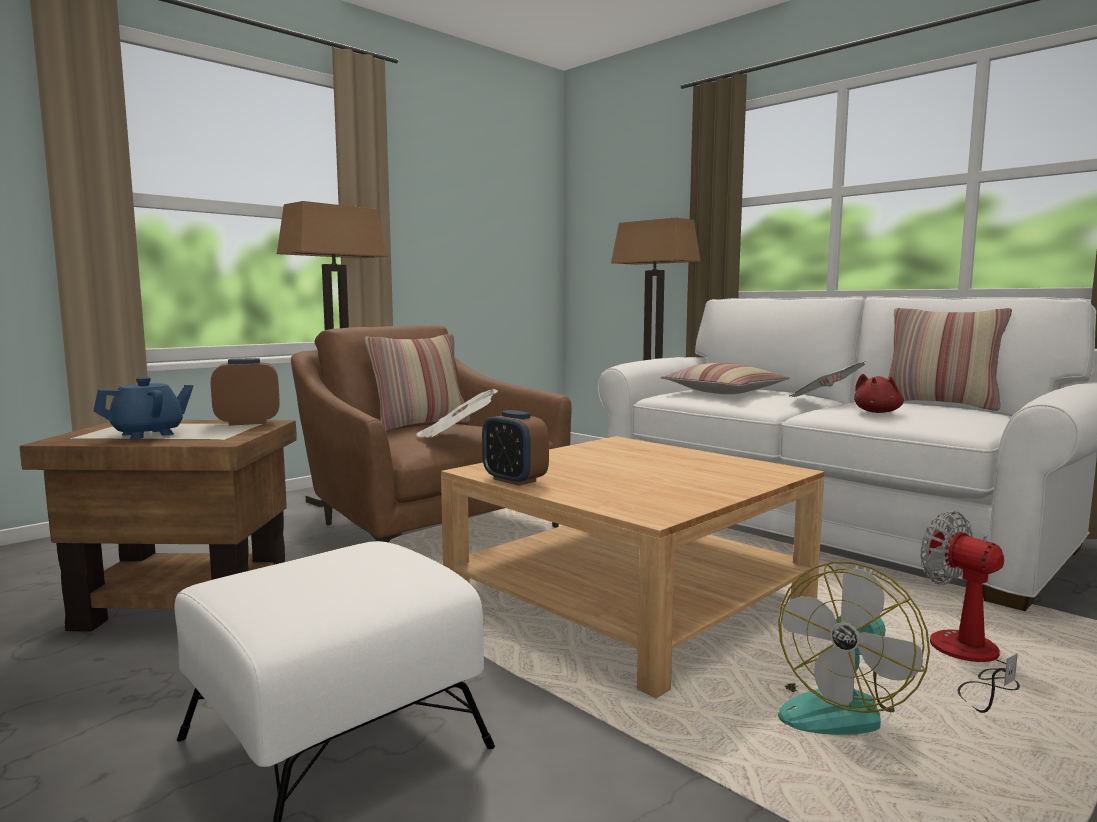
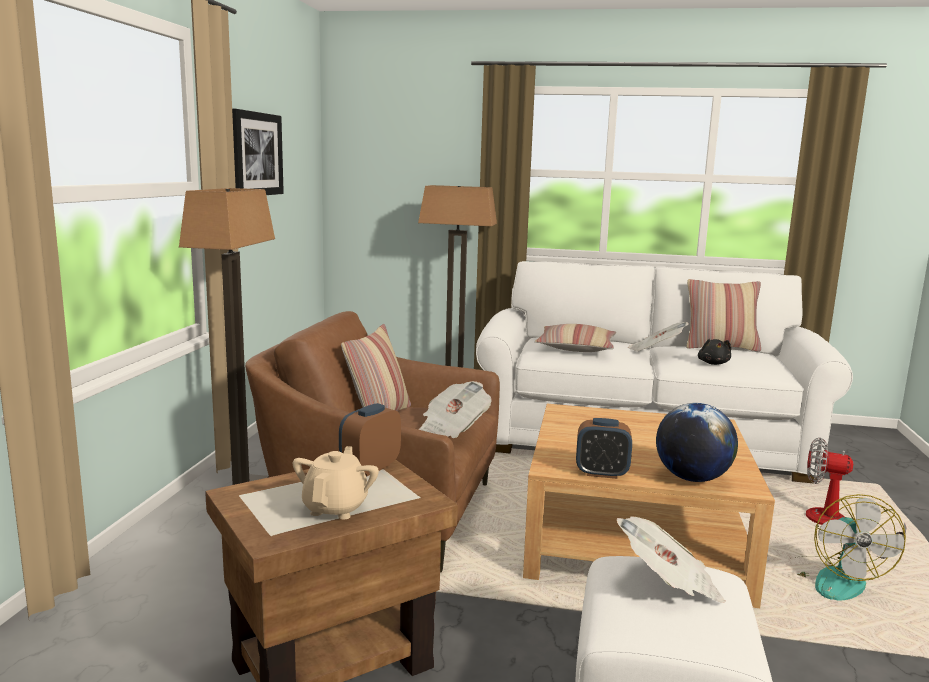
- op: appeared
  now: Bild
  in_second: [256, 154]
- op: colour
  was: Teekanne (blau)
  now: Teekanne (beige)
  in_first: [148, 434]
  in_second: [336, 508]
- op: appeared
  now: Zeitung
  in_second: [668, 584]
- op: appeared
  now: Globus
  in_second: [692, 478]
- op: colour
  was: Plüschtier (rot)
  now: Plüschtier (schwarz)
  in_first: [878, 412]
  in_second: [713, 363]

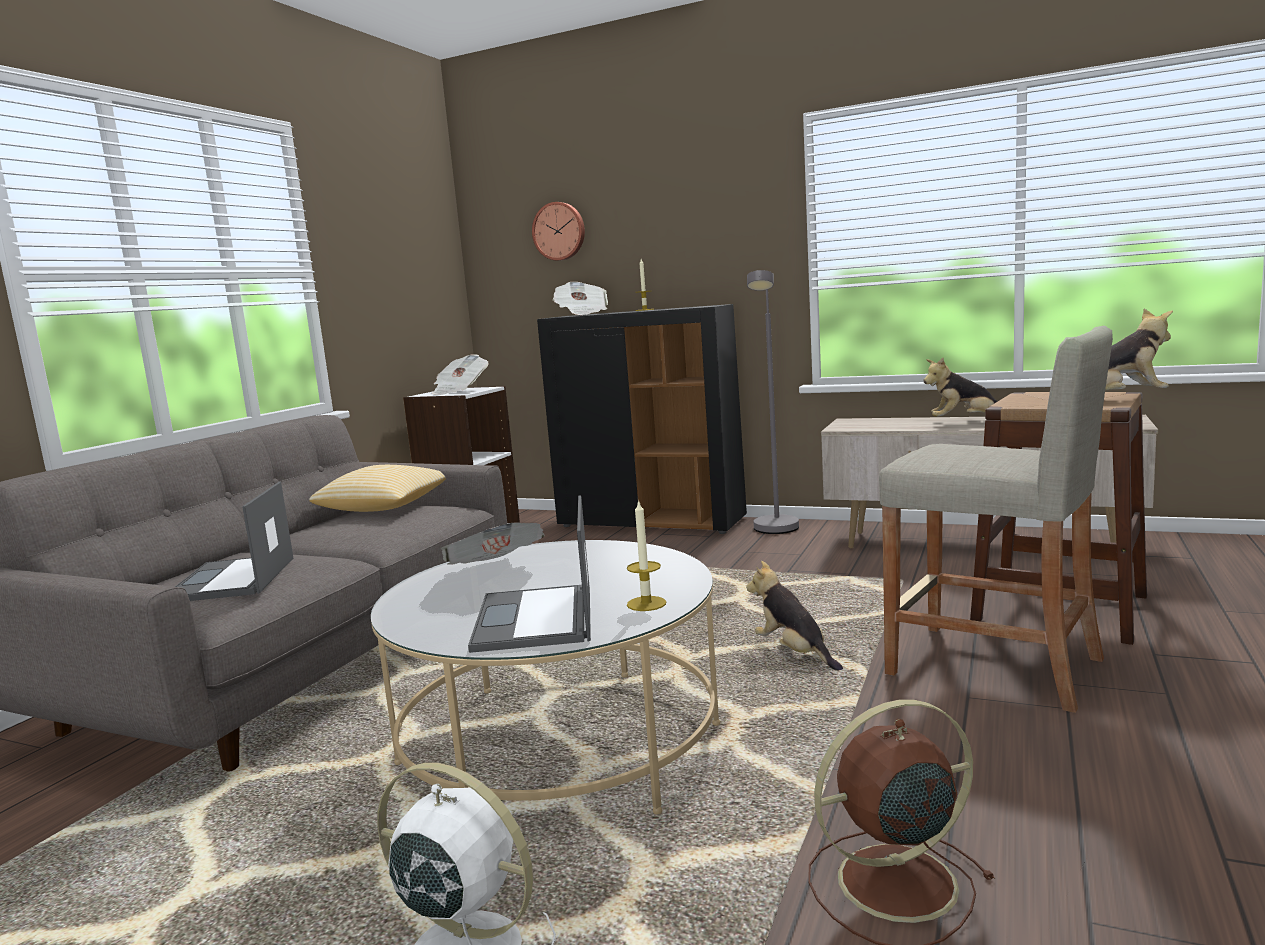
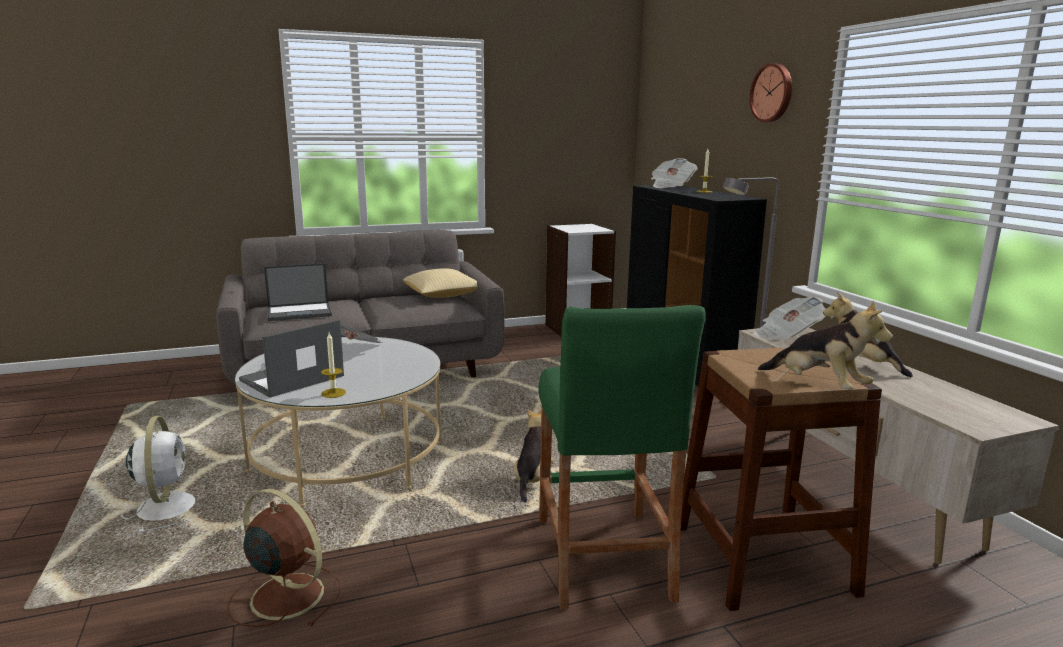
- op: spun
  was: Laptop
  in_first: [232, 580]
  in_second: [300, 312]
  clockwise: -150
- op: colour
  was: Hocker (beige)
  now: Hocker (grün)
  in_first: [994, 666]
  in_second: [602, 556]
- op: relocated
  was: Wanduhr
  in_first: [559, 231]
  in_second: [772, 93]
- op: relocated
  was: Zeitung
  in_first: [459, 391]
  in_second: [787, 335]

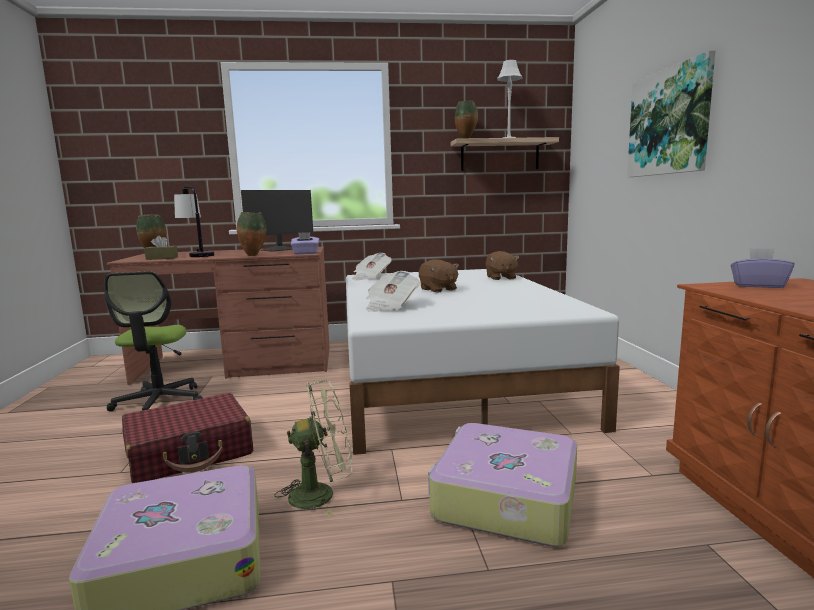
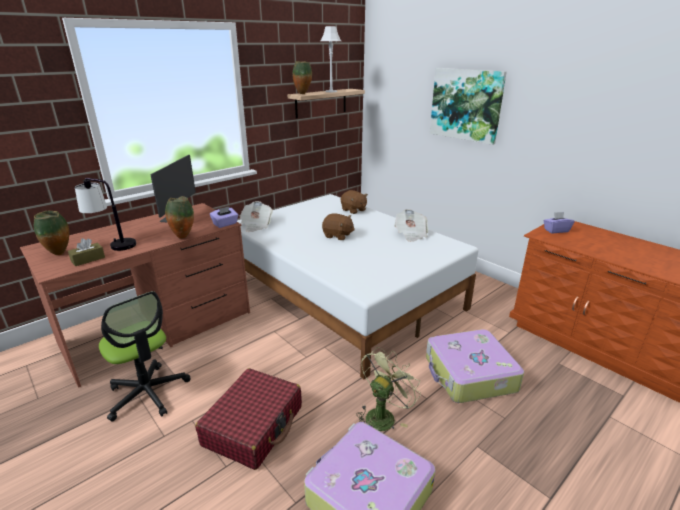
- op: relocated
  was: Zeitung
  in_first: [390, 306]
  in_second: [410, 234]

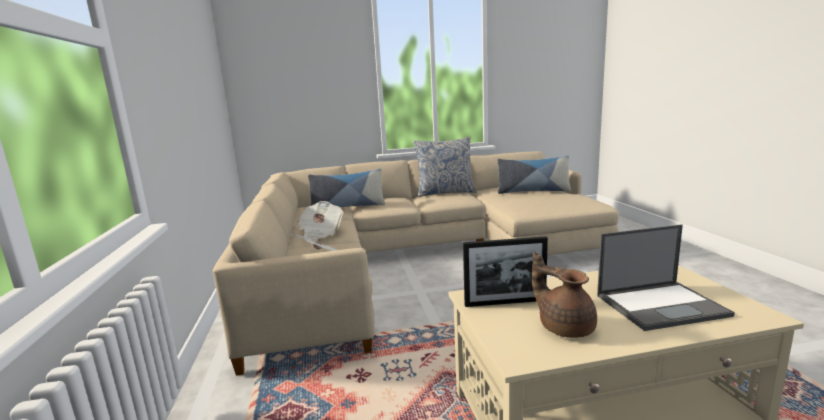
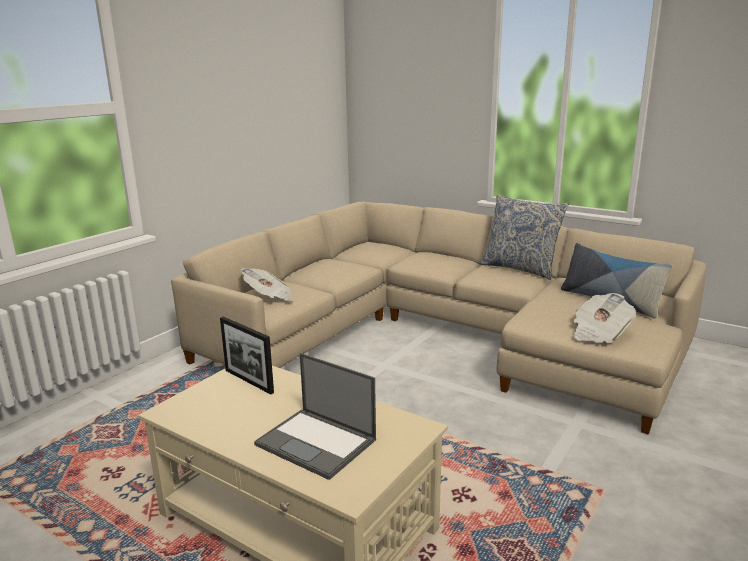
- op: relocated
  was: Zeitung
  in_first: [320, 233]
  in_second: [599, 333]
- op: missing
  was: Kissen
  in_first: [348, 207]
- op: missing
  was: Teekanne (braun)
  in_first: [564, 326]

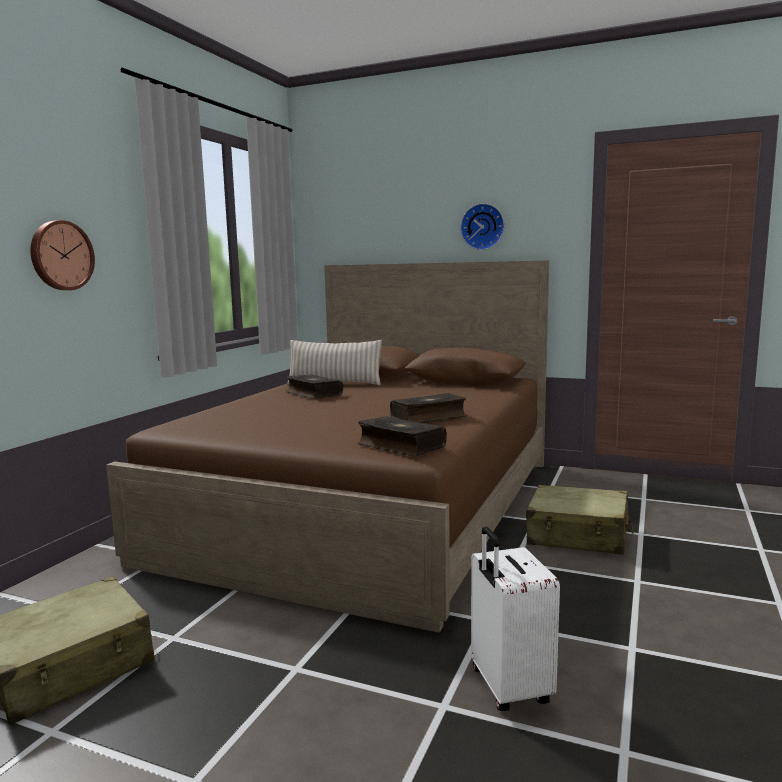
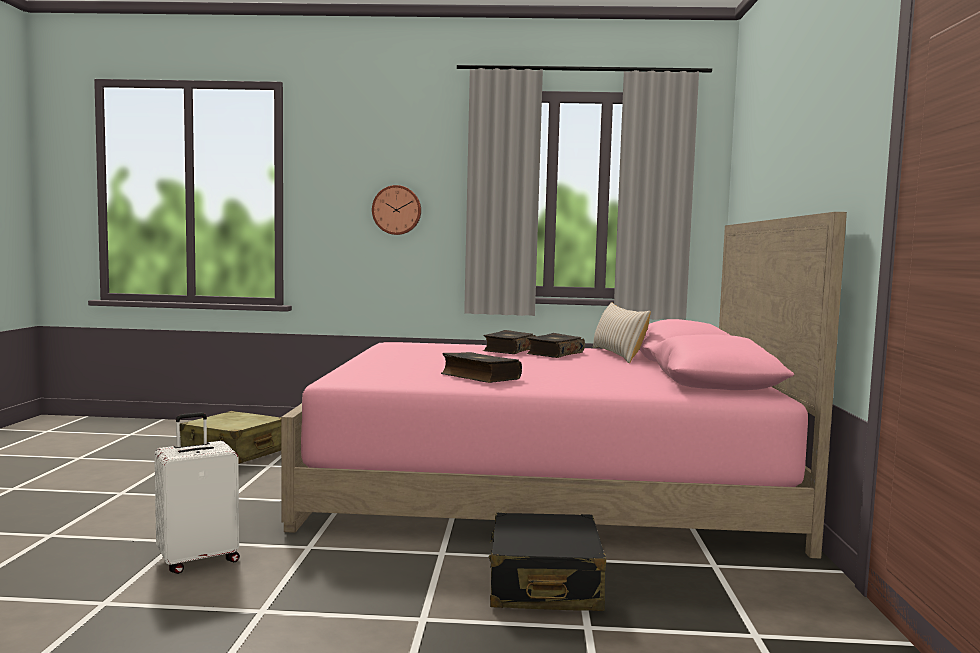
- op: colour
  was: Bett (braun)
  now: Bett (rosa)
  in_first: [371, 506]
  in_second: [543, 485]
- op: relocated
  was: Buch
  in_first: [400, 446]
  in_second: [508, 350]
- op: colour
  was: Koffer (beige)
  now: Koffer (schwarz)
  in_first: [578, 535]
  in_second: [544, 584]
- op: missing
  was: Wanduhr
  in_first: [483, 227]

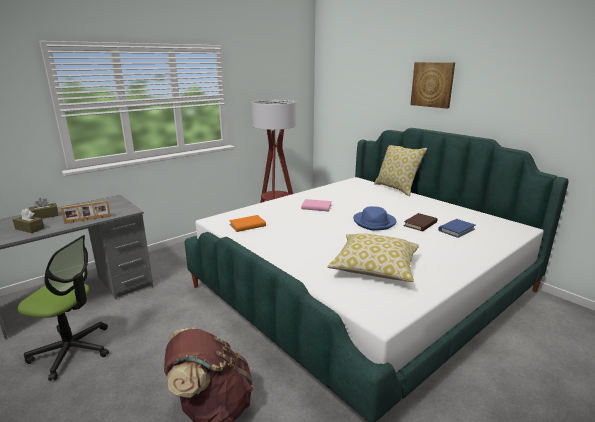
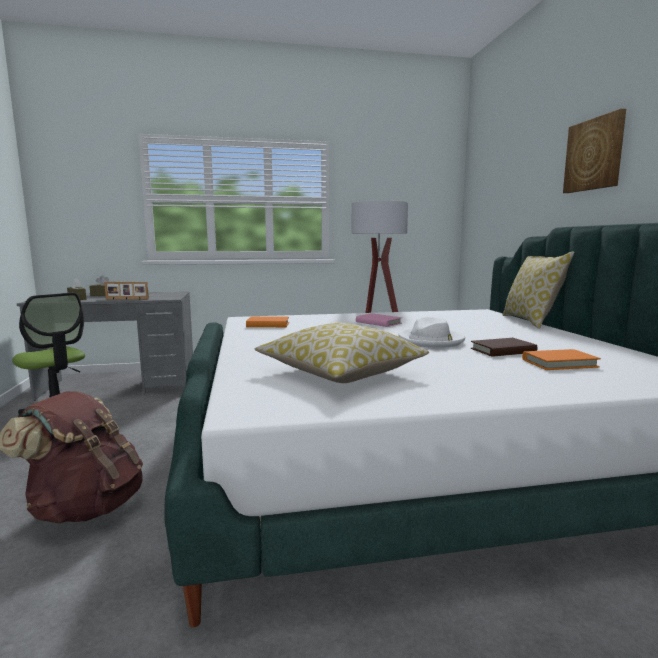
- op: colour
  was: Hut (blau)
  now: Hut (weiß)
  in_first: [374, 222]
  in_second: [431, 341]
- op: colour
  was: Buch (blau)
  now: Buch (orange)
  in_first: [456, 230]
  in_second: [559, 363]

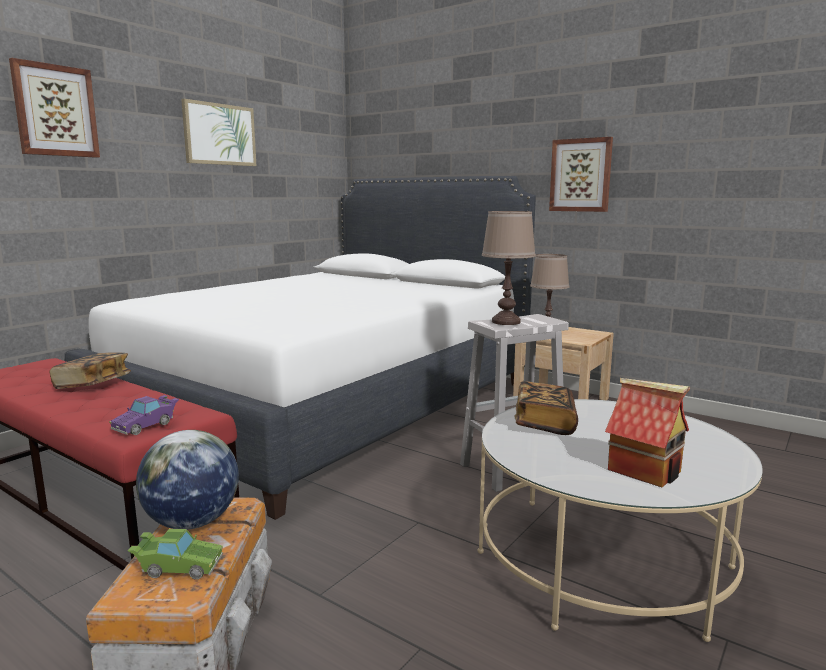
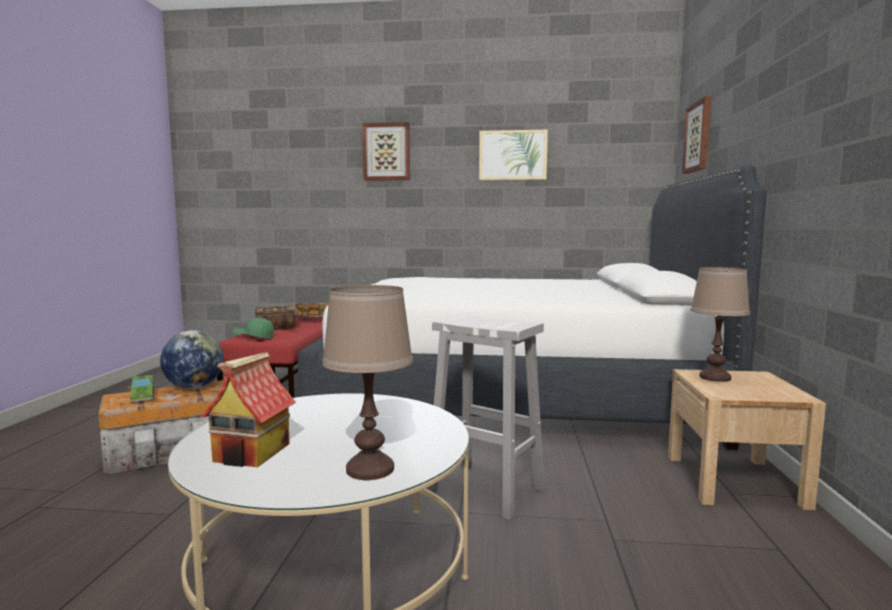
- op: exchanged
  was: Spielzeugauto (lila)
  now: Kappe (grün)
  in_first: [146, 425]
  in_second: [254, 337]
- op: relocated
  was: Buch
  in_first: [544, 423]
  in_second: [276, 327]
- op: relocated
  was: Tischlampe (braun)
  in_first: [505, 322]
  in_second: [369, 469]
- op: relocated
  was: Bild
  in_first: [581, 175]
  in_second: [698, 137]

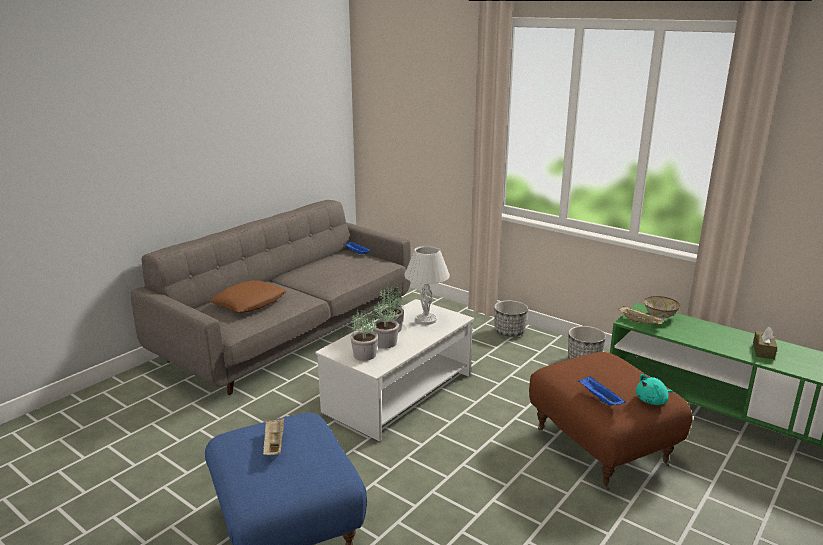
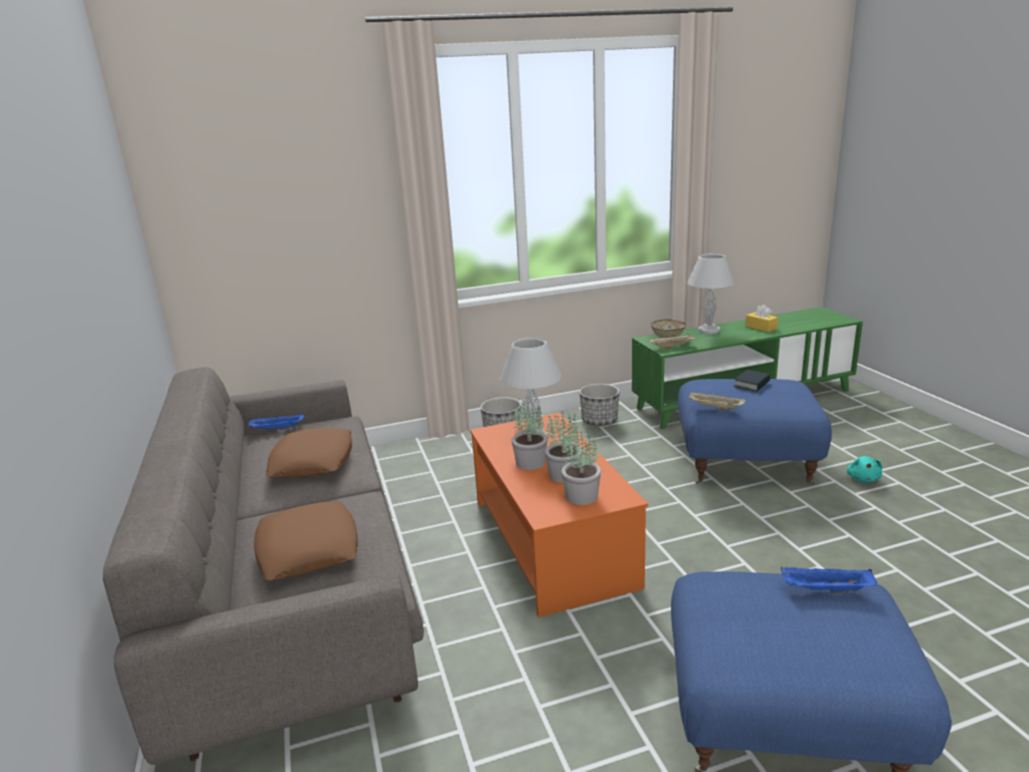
- op: appeared
  now: Kissen (braun)
  in_second: [312, 461]
- op: colour
  was: Couchtisch (weiß)
  now: Couchtisch (orange)
  in_first: [399, 392]
  in_second: [551, 541]
- op: colour
  was: Polsterhocker (braun)
  now: Polsterhocker (blau)
  in_first: [602, 446]
  in_second: [746, 463]
- op: appeared
  now: Tischlampe (weiß)
  in_second: [708, 330]
- op: relocated
  was: Tablett (beige)
  in_first: [274, 444]
  in_second: [714, 408]
- op: appeared
  now: Buch
  in_second: [752, 384]
- op: colour
  was: Taschentuchbox (braun)
  now: Taschentuchbox (gelb)
  in_first: [763, 350]
  in_second: [761, 327]
- op: relocated
  was: Tablett (blau)
  in_first: [599, 398]
  in_second: [825, 590]
- op: relocated
  was: Plüschtier (türkis)
  in_first: [652, 401]
  in_second: [863, 479]

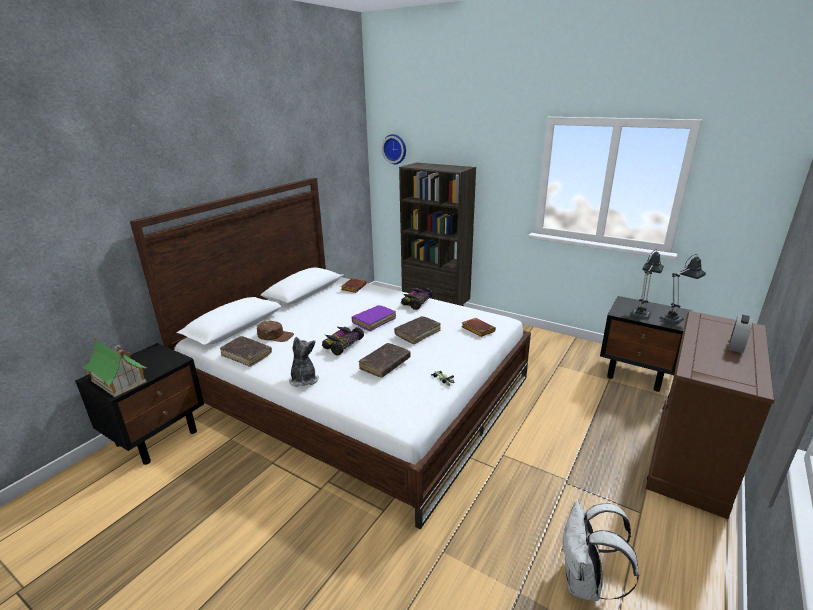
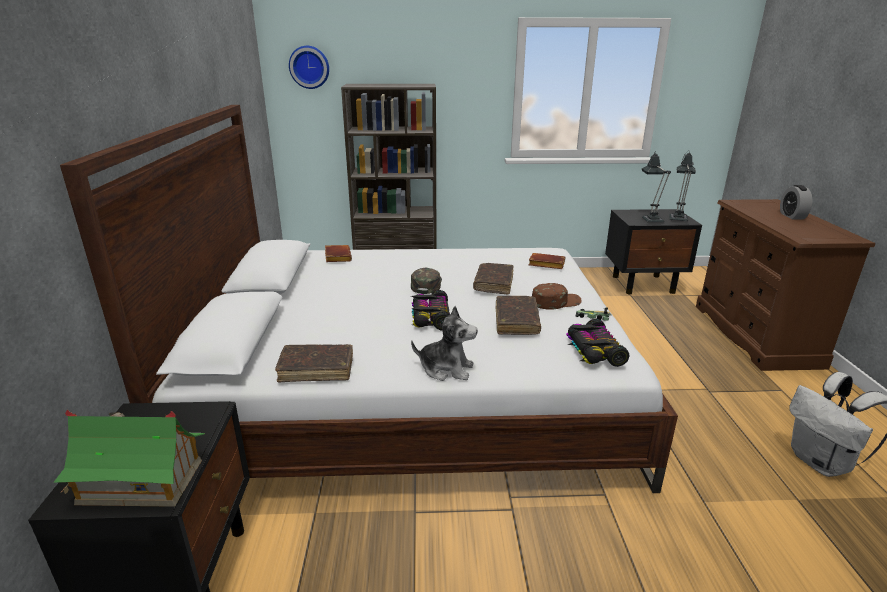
- op: exchanged
  was: Buch (lila)
  now: Kappe (grün)
  in_first: [374, 321]
  in_second: [426, 284]
- op: spun
  was: Plüschtier
  in_first: [303, 379]
  in_second: [446, 369]
  clockwise: 150
- op: relocated
  was: Kappe (braun)
  in_first: [275, 335]
  in_second: [555, 302]
- op: relocated
  was: Spielzeugauto
  in_first: [416, 302]
  in_second: [593, 351]

